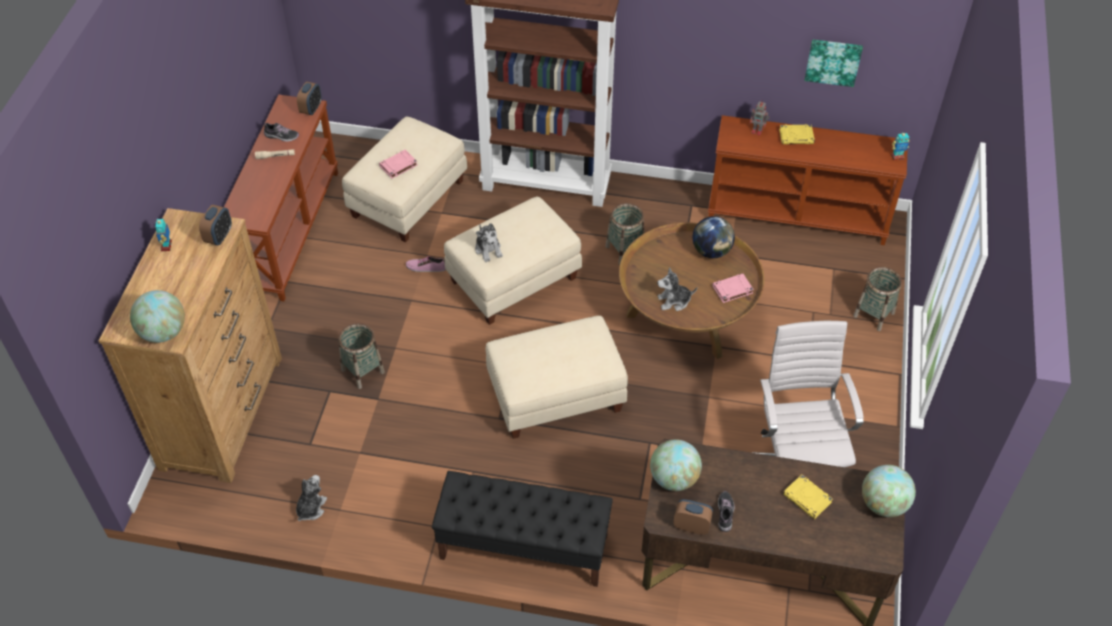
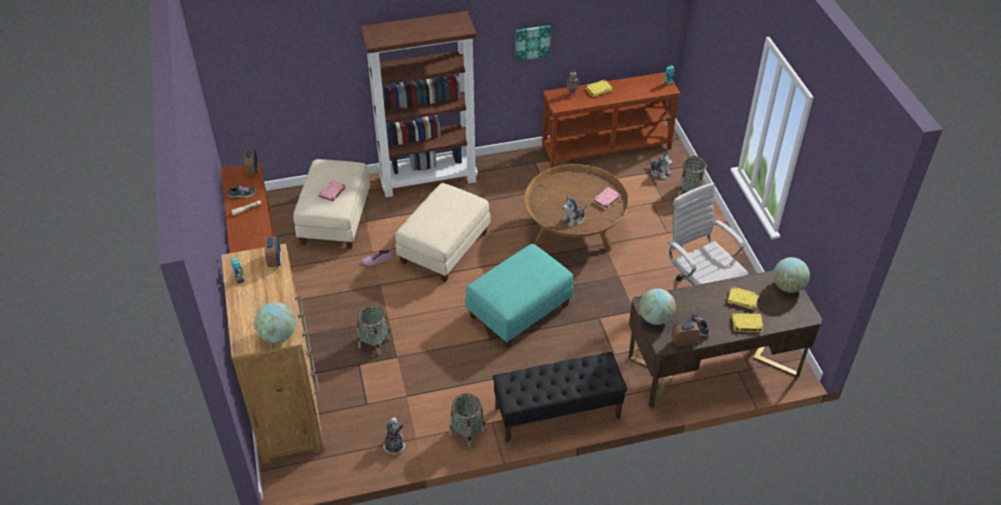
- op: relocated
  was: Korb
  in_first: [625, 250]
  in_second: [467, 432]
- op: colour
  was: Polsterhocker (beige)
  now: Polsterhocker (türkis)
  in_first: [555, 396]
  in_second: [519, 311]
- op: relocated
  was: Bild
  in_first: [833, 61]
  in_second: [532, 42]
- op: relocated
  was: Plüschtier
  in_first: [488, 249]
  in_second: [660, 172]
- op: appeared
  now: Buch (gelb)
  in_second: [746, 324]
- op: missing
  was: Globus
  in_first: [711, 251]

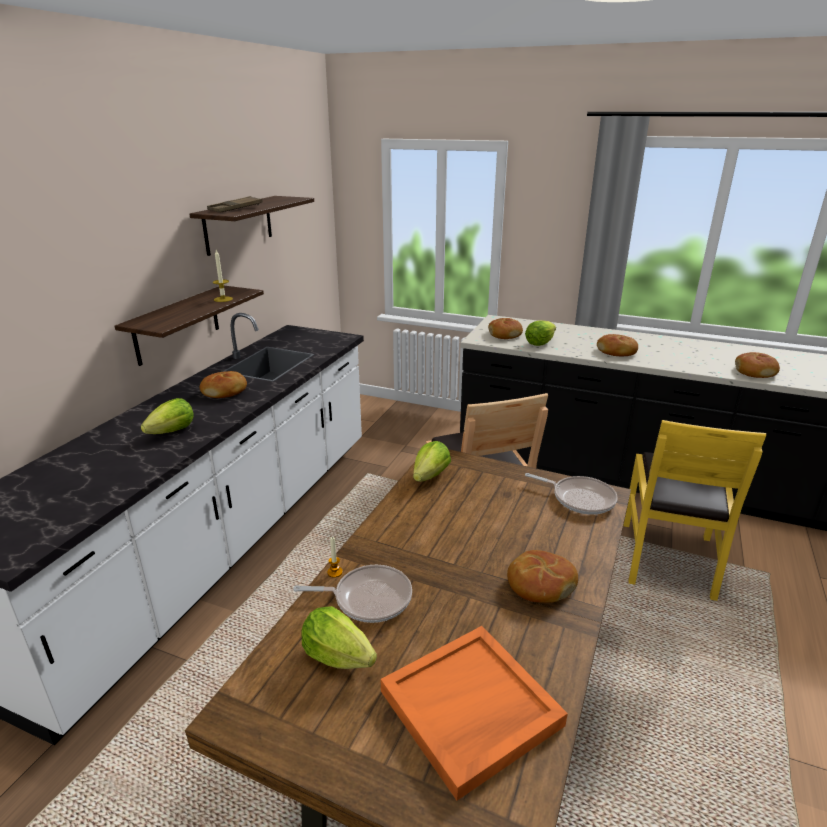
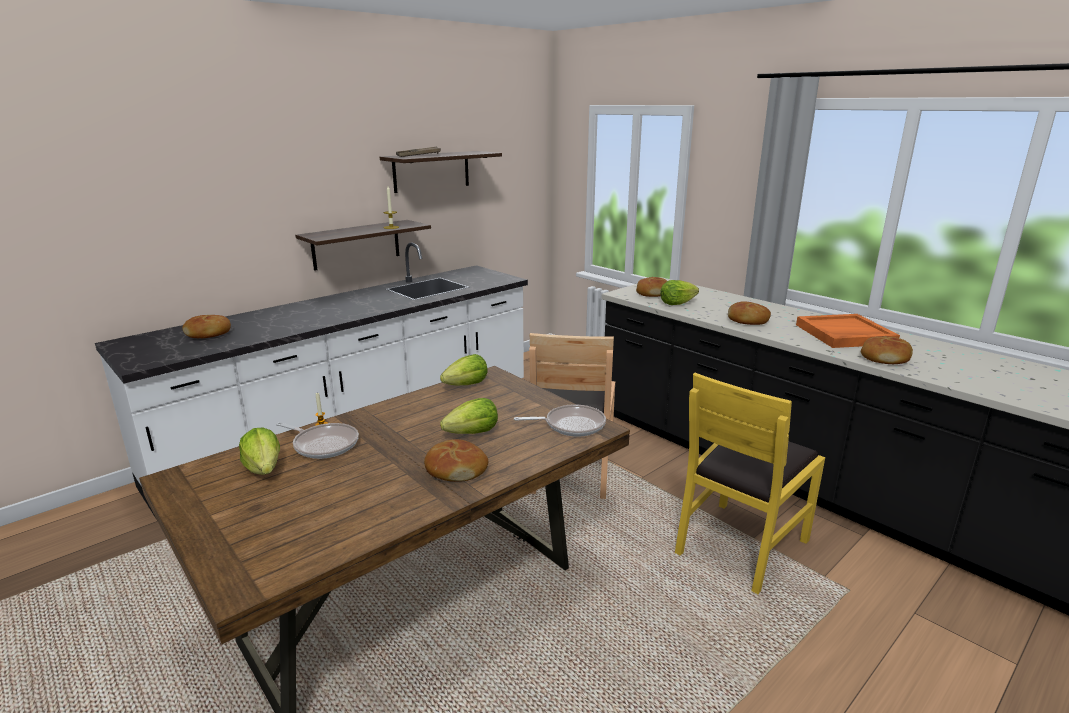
- op: relocated
  was: Brot
  in_first: [225, 391]
  in_second: [208, 333]
- op: relocated
  was: Salatkopf
  in_first: [172, 431]
  in_second: [473, 433]
- op: spun
  was: Pfanne
  in_first: [579, 498]
  in_second: [571, 425]
  clockwise: -60
- op: relocated
  was: Tablett (orange)
  in_first: [470, 710]
  in_second: [844, 334]

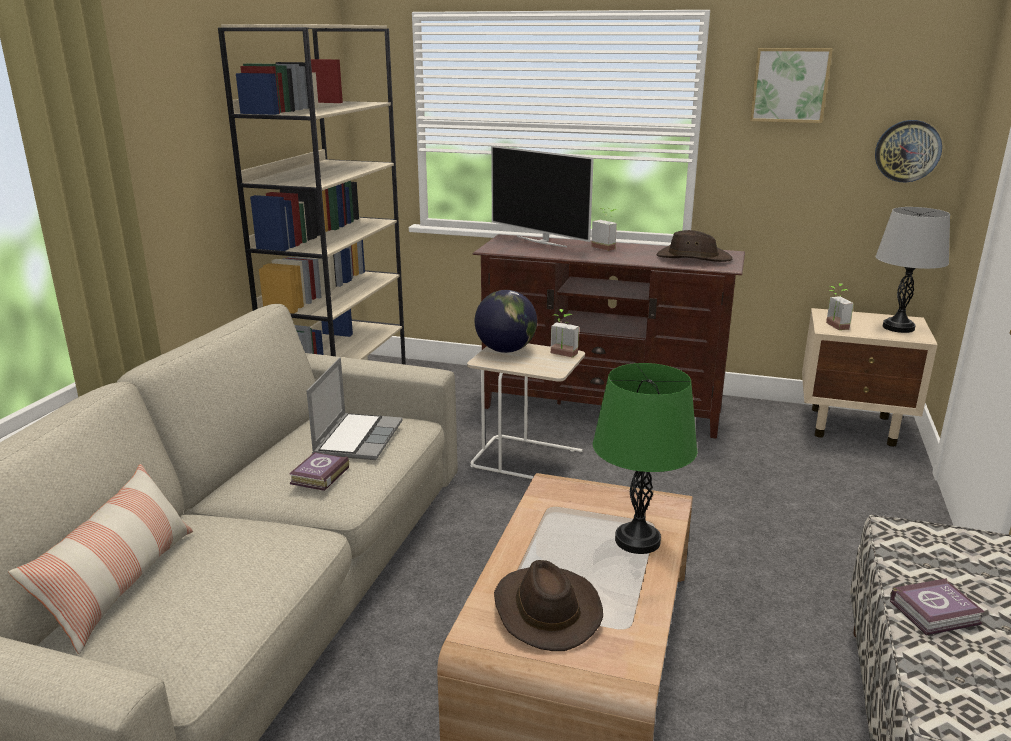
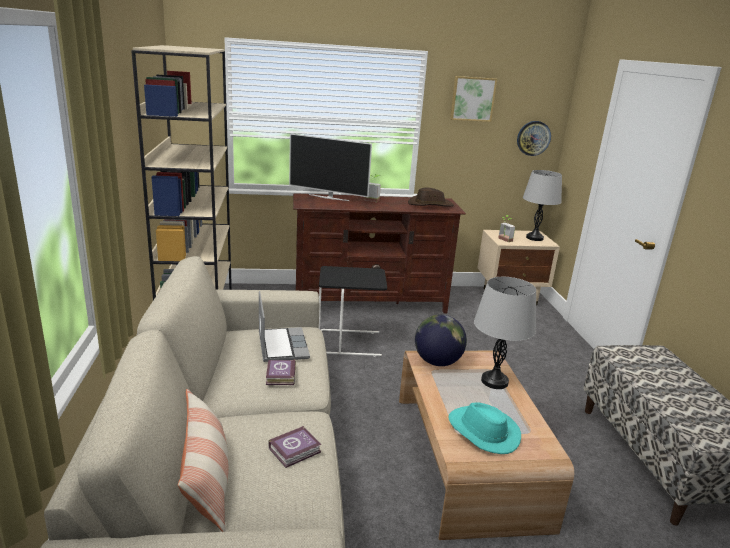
- op: relocated
  was: Buch
  in_first: [937, 613]
  in_second: [296, 450]
- op: colour
  was: Beistelltisch (beige)
  now: Beistelltisch (schwarz)
  in_first: [527, 459]
  in_second: [350, 342]
- op: relocated
  was: Globus
  in_first: [506, 350]
  in_second: [437, 362]
- op: colour
  was: Hut (braun)
  now: Hut (türkis)
  in_first: [545, 610]
  in_second: [482, 432]
- op: colour
  was: Tischlampe (grün)
  now: Tischlampe (grau)
  in_first: [637, 540]
  in_second: [494, 381]
- op: missing
  was: Topfpflanze
  in_first: [561, 355]

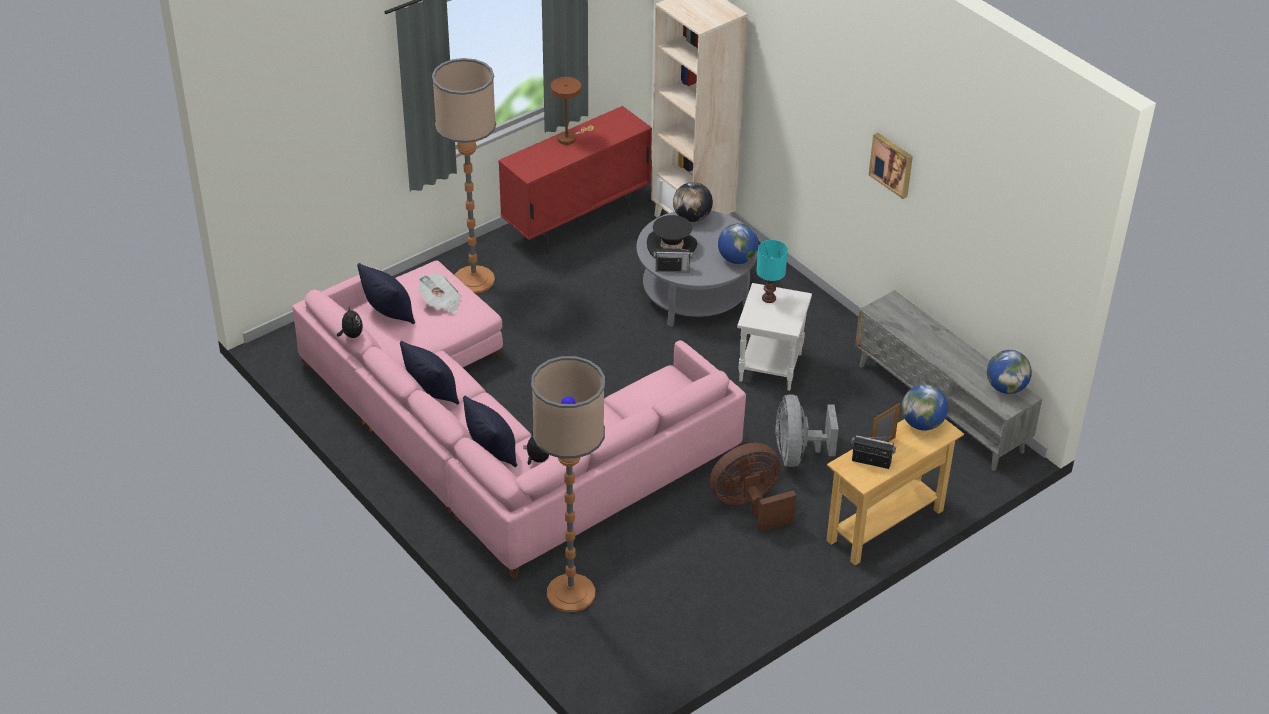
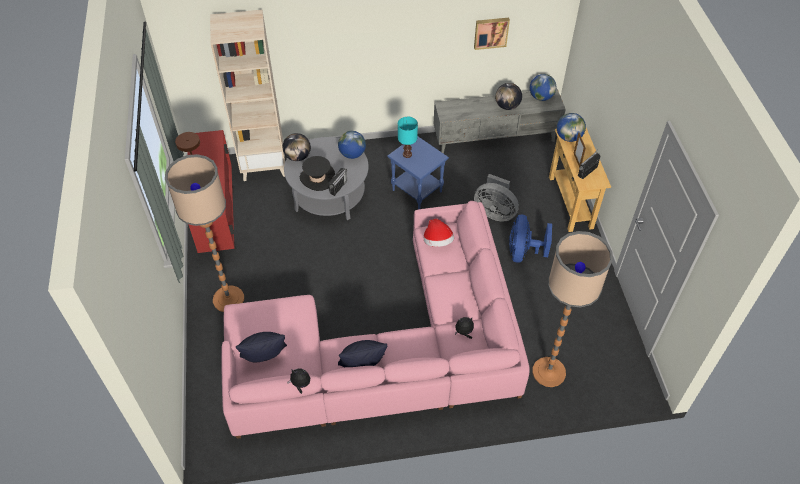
- op: colour
  was: Beistelltisch (weiß)
  now: Beistelltisch (blau)
  in_first: [771, 368]
  in_second: [418, 191]
- op: appeared
  now: Hut
  in_second: [438, 241]
- op: relocated
  was: Bild
  in_first: [892, 164]
  in_second: [491, 32]
- op: appeared
  now: Globus
  in_second: [507, 106]
- op: colour
  was: Ventilator (braun)
  now: Ventilator (blau)
  in_first: [750, 505]
  in_second: [523, 252]
- op: missing
  was: Zeitung
  in_first: [441, 302]
- op: missing
  was: Kissen (schwarz)
  in_first: [492, 452]

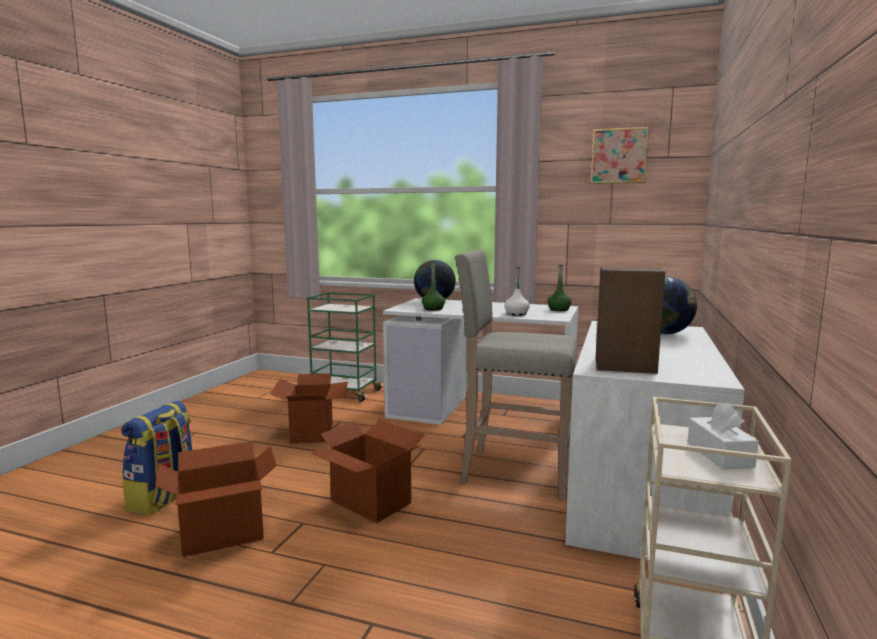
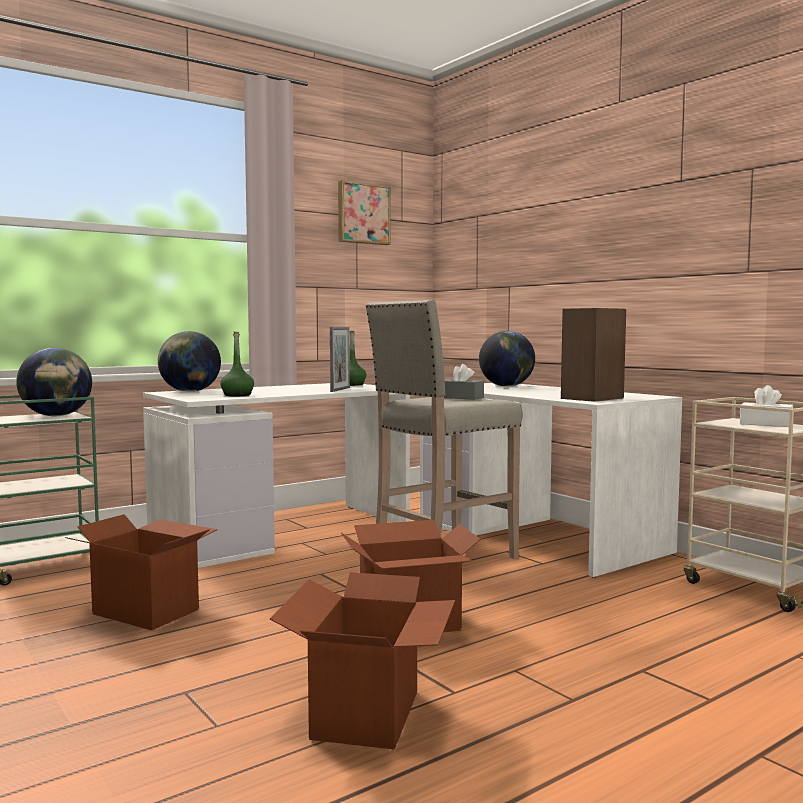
- op: appeared
  now: Globus
  in_second: [56, 416]
- op: exchanged
  was: Flasche (weiß)
  now: Bilderrahmen
  in_first: [516, 314]
  in_second: [340, 389]
- op: appeared
  now: Taschentuchbox (grau)
  in_second: [461, 397]
- op: missing
  was: Rucksack
  in_first: [164, 499]

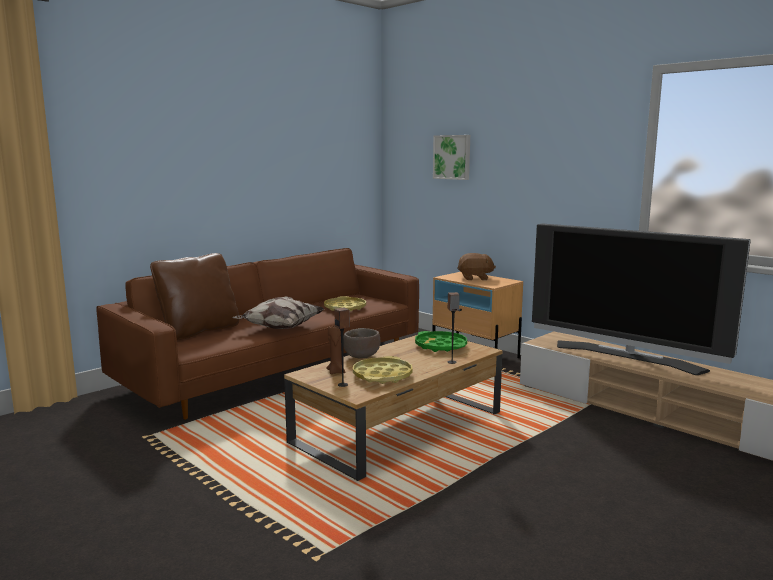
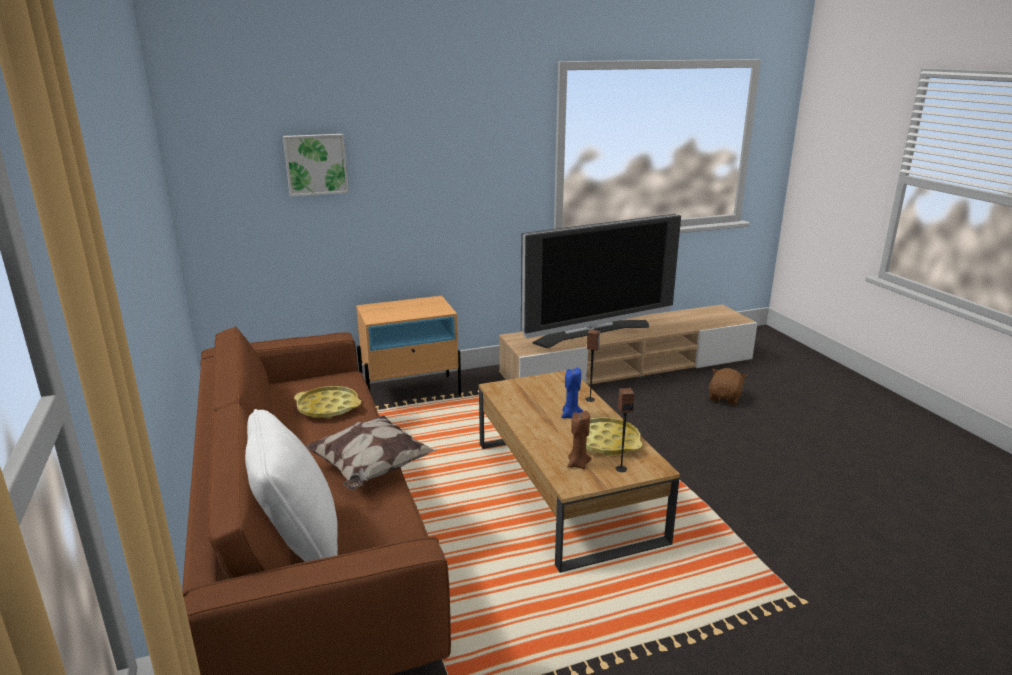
- op: colour
  was: Kissen (braun)
  now: Kissen (weiß)
  in_first: [199, 331]
  in_second: [299, 541]
- op: appeared
  now: Kerze (blau)
  in_second: [571, 416]
- op: relocated
  was: Plüschtier (braun)
  in_first: [475, 278]
  in_second: [725, 398]
- op: missing
  was: Schüssel (braun)
  in_first: [362, 357]
- op: missing
  was: Tablett (grün)
  in_first: [440, 346]

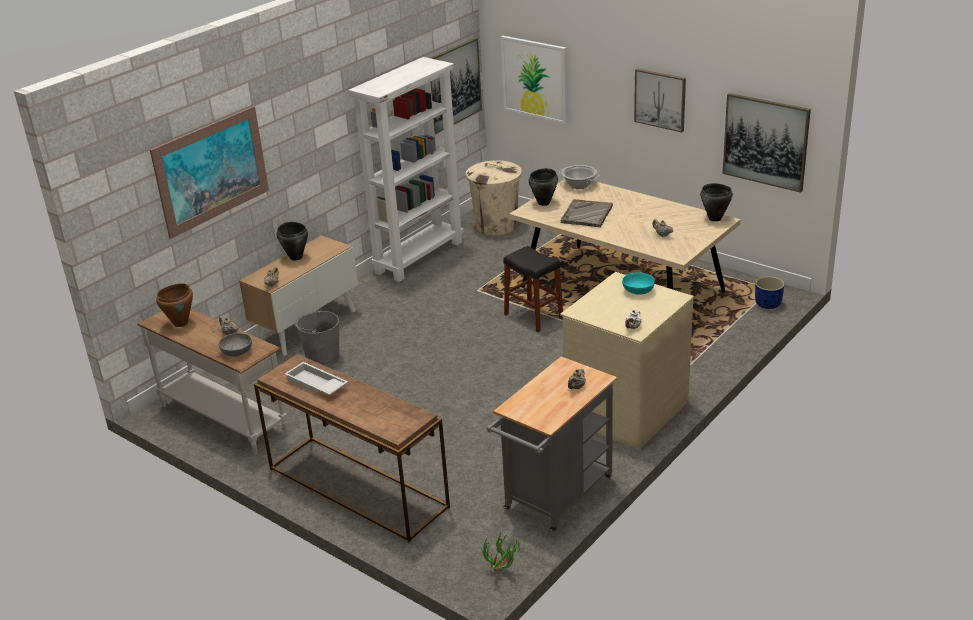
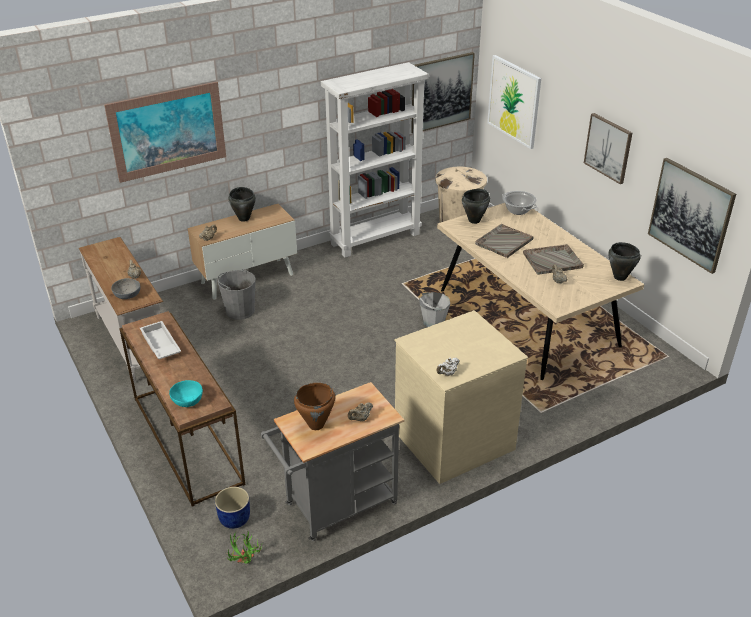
- op: relocated
  was: Schüssel (türkis)
  in_first: [638, 291]
  in_second: [188, 400]
- op: relocated
  was: Pflanzkübel (blau)
  in_first: [768, 304]
  in_second: [235, 519]
- op: relocated
  was: Kochtopf (braun)
  in_first: [181, 323]
  in_second: [316, 425]
- op: exchanged
  was: Hocker (schwarz)
  now: Eimer (grau)
  in_first: [533, 316]
  in_second: [433, 322]
- op: appeared
  now: Tablett (grau)
  in_second: [553, 260]

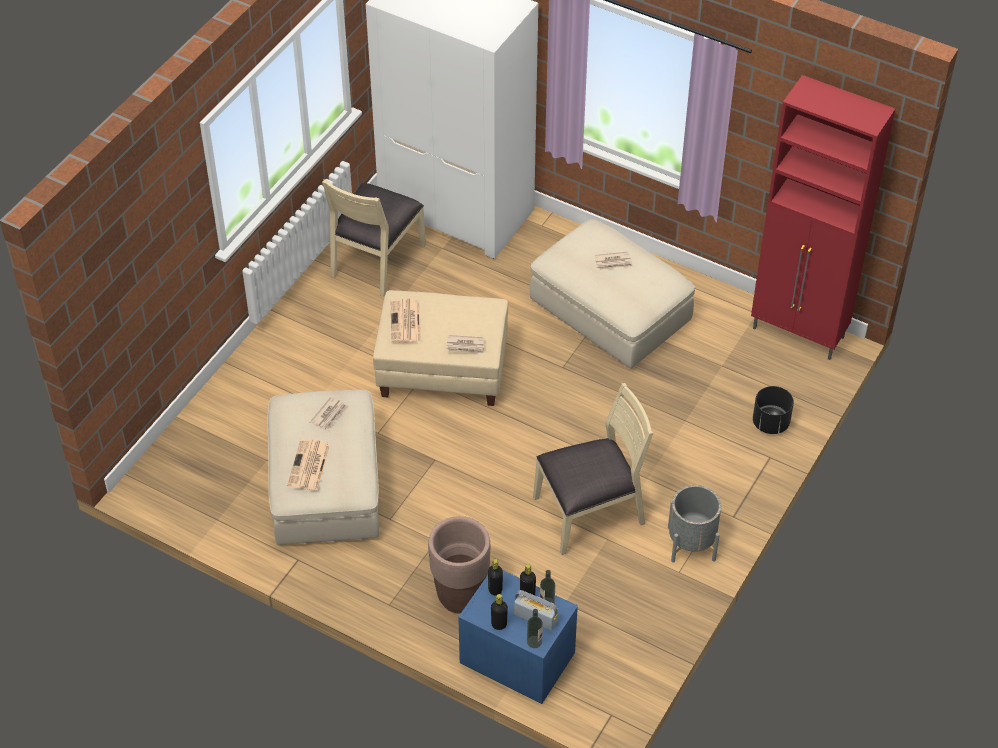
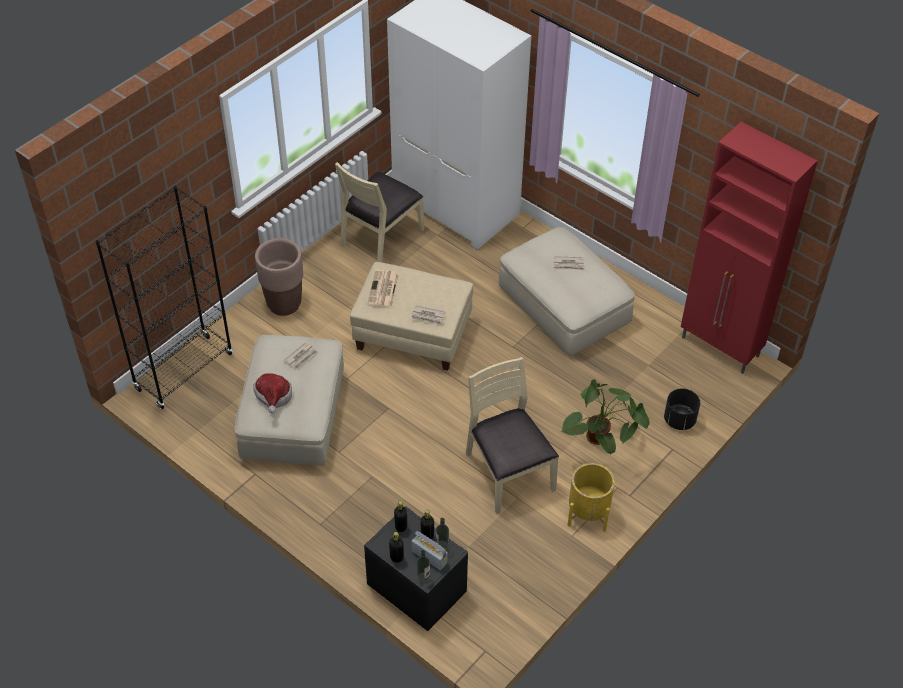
- op: appeared
  now: Bücherregal (schwarz)
  in_second: [184, 371]
- op: exchanged
  was: Zeitung
  now: Hut
  in_first: [309, 466]
  in_second: [273, 397]
- op: relocated
  was: Pflanzkübel (braun)
  in_first: [460, 596]
  in_second: [284, 304]
- op: colour
  was: Nachttisch (blau)
  now: Nachttisch (schwarz)
  in_first: [516, 657]
  in_second: [416, 587]
- op: spun
  was: Stuhl (beige)
  in_first: [590, 512]
  in_second: [508, 472]
  clockwise: -105
- op: appeared
  now: Topfpflanze
  in_second: [601, 445]
- op: colour
  was: Pflanzkübel (grau)
  now: Pflanzkübel (gelb)
  in_first: [691, 543]
  in_second: [588, 513]

